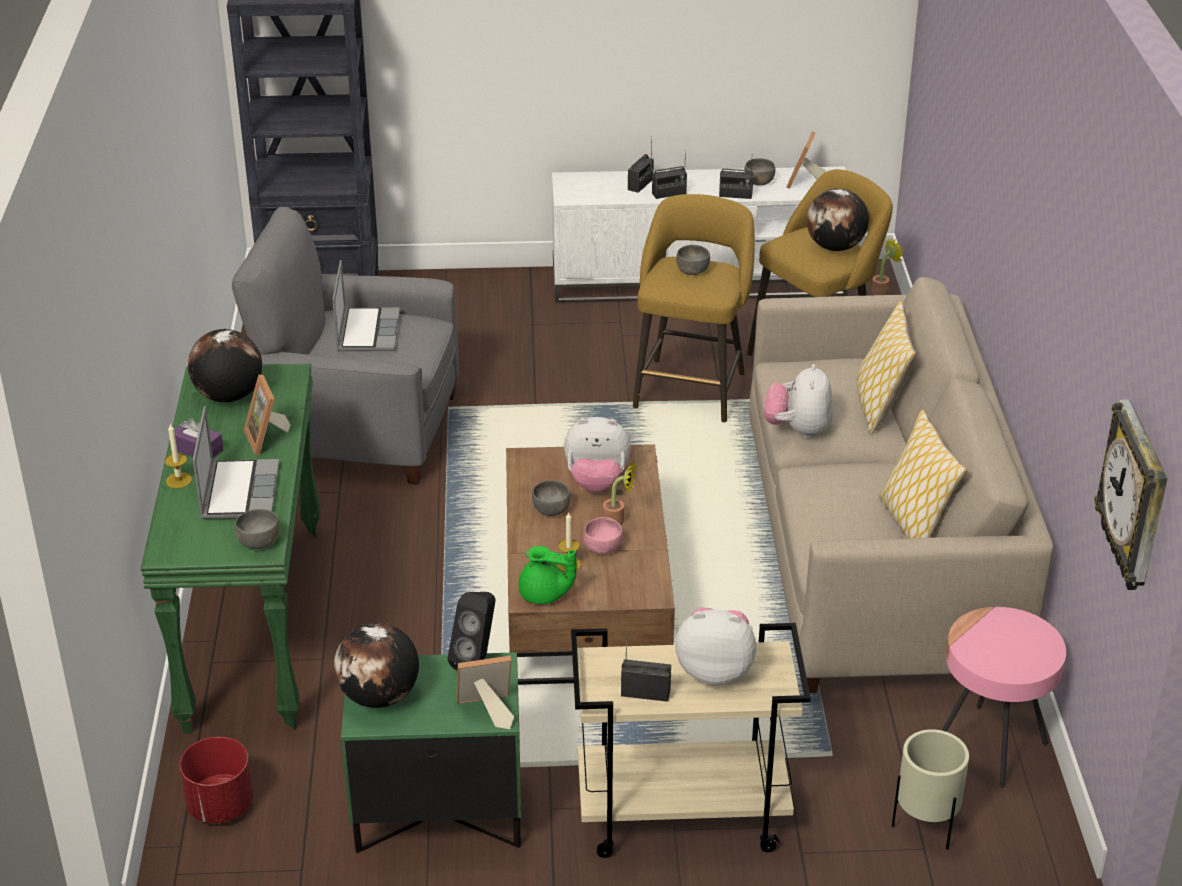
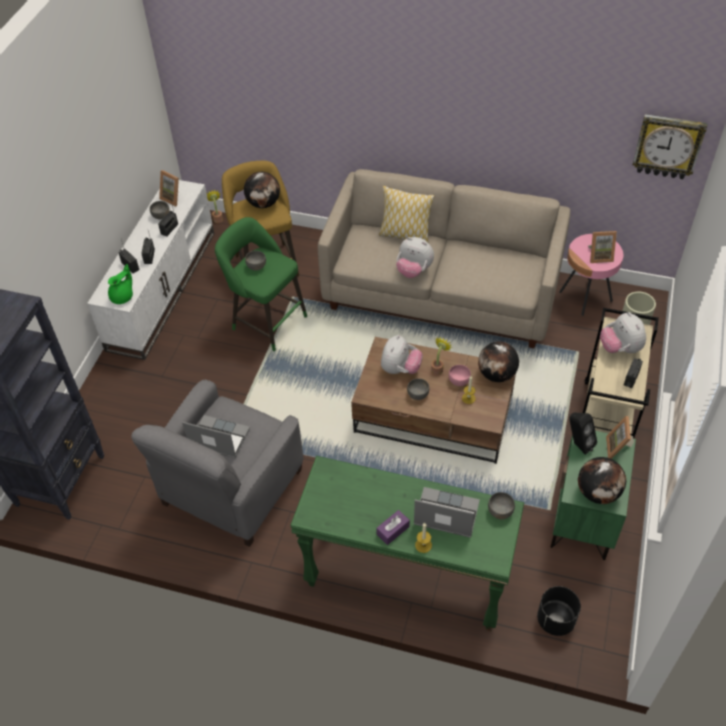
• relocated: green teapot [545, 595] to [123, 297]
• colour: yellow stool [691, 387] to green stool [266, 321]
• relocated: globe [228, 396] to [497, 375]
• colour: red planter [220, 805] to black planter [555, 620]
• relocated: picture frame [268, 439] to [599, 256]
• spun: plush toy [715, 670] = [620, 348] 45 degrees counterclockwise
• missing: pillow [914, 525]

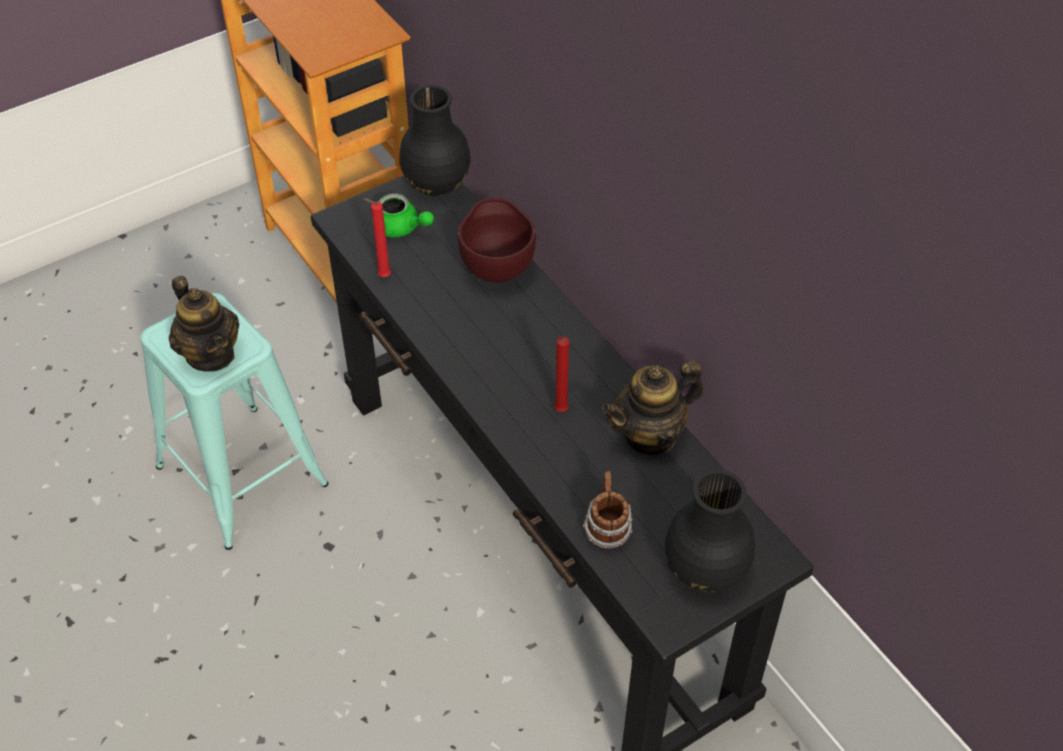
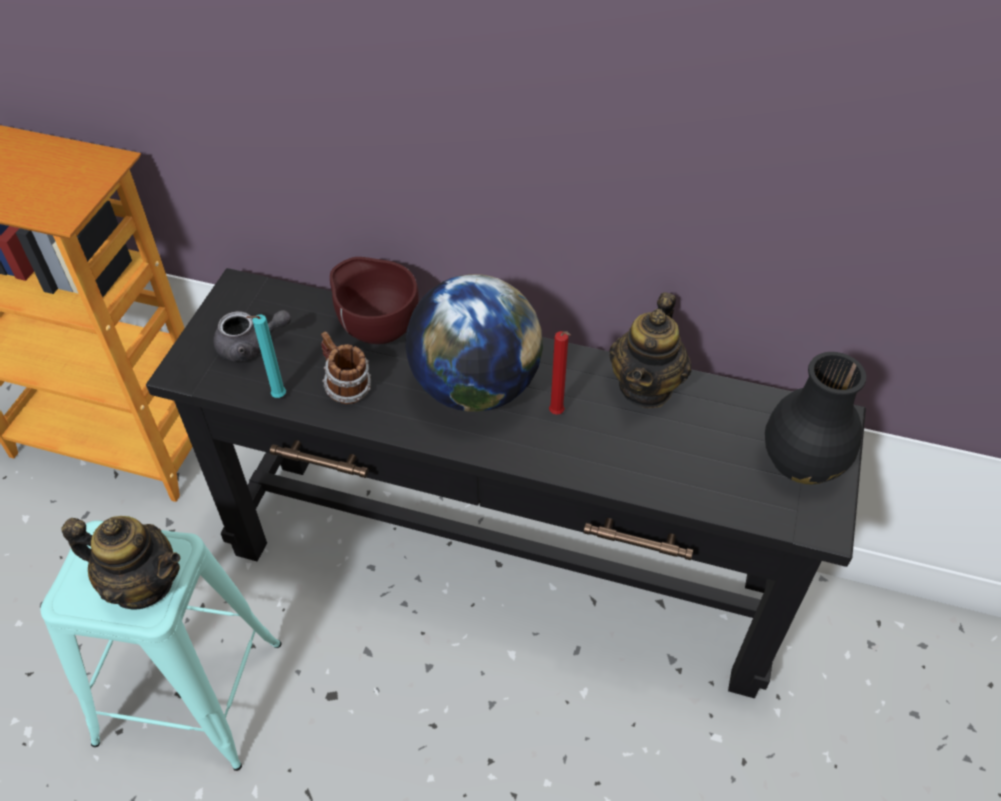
• colour: green teapot [401, 228] to grey teapot [251, 346]
• colour: red candle [382, 276] to turquoise candle [277, 397]
• relocated: mug [606, 529] to [346, 388]
• appeared: globe [475, 387]
• missing: black vase [436, 185]

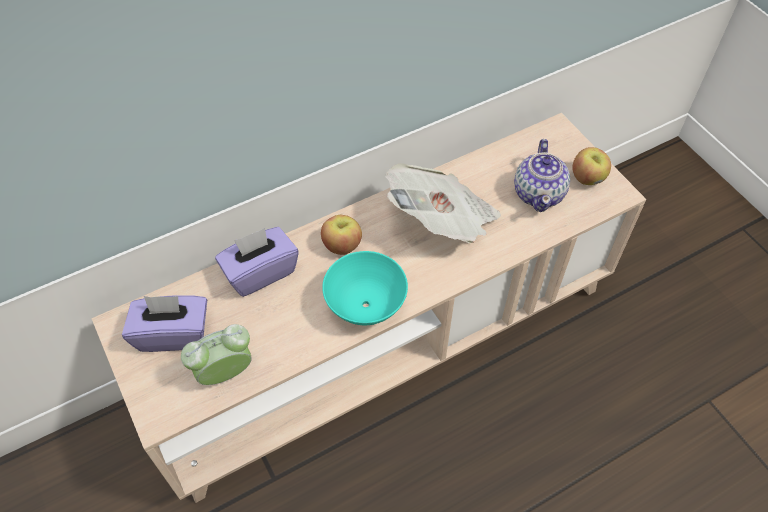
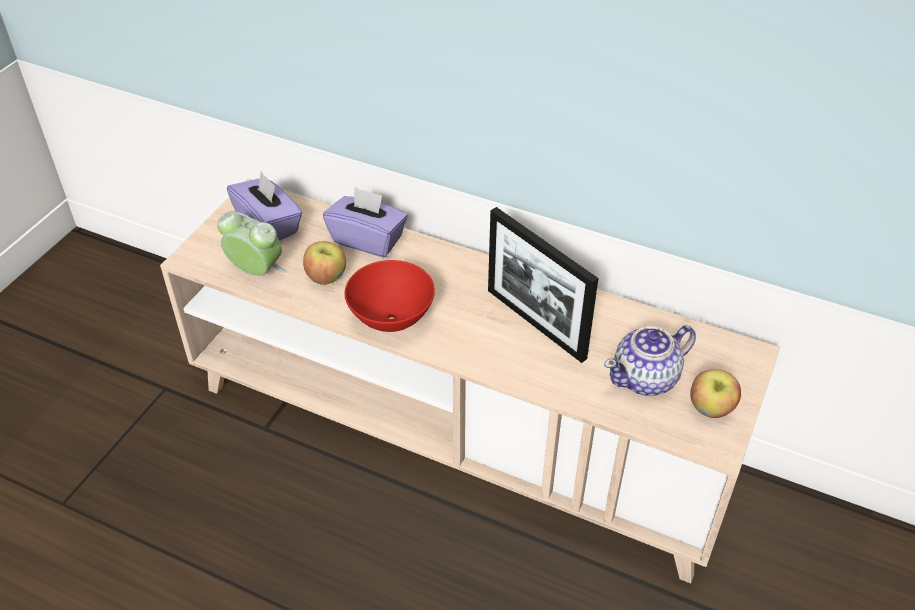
• relocated: apple [342, 245] to [326, 277]
• colour: turquoise bowl [365, 305] to red bowl [392, 319]
• exchanged: newspaper [442, 221] to picture frame [535, 323]

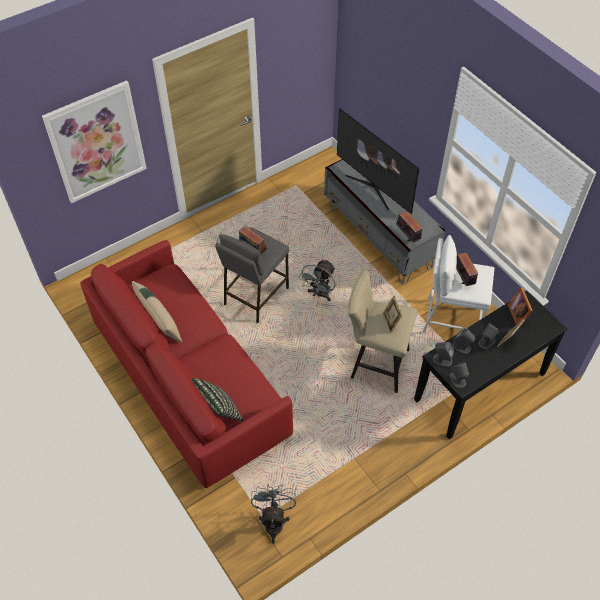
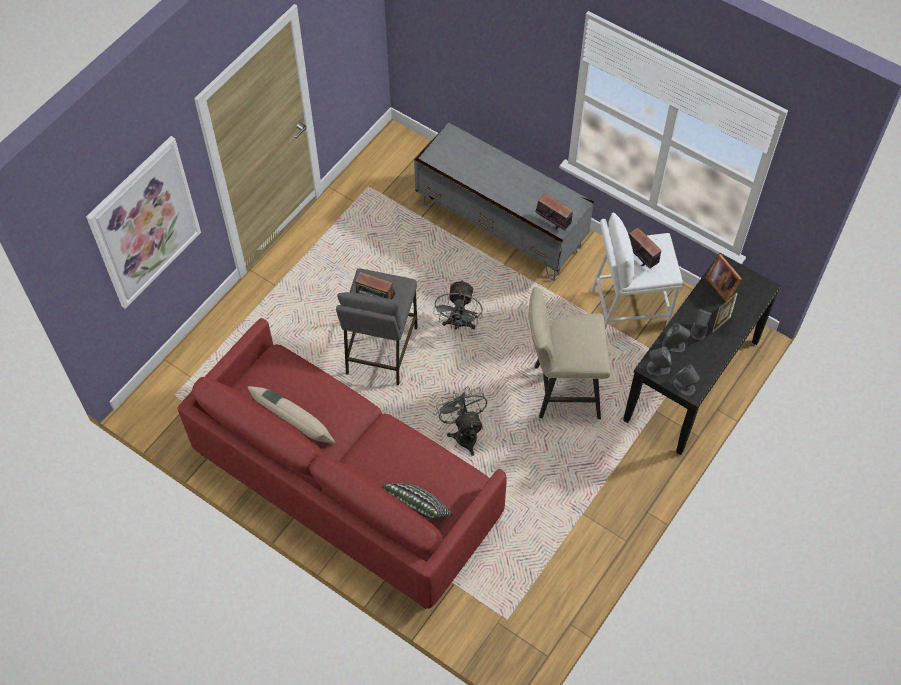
• relocated: grey fan [274, 521] to [464, 433]
• missing: television [373, 187]
• missing: picture frame [391, 322]

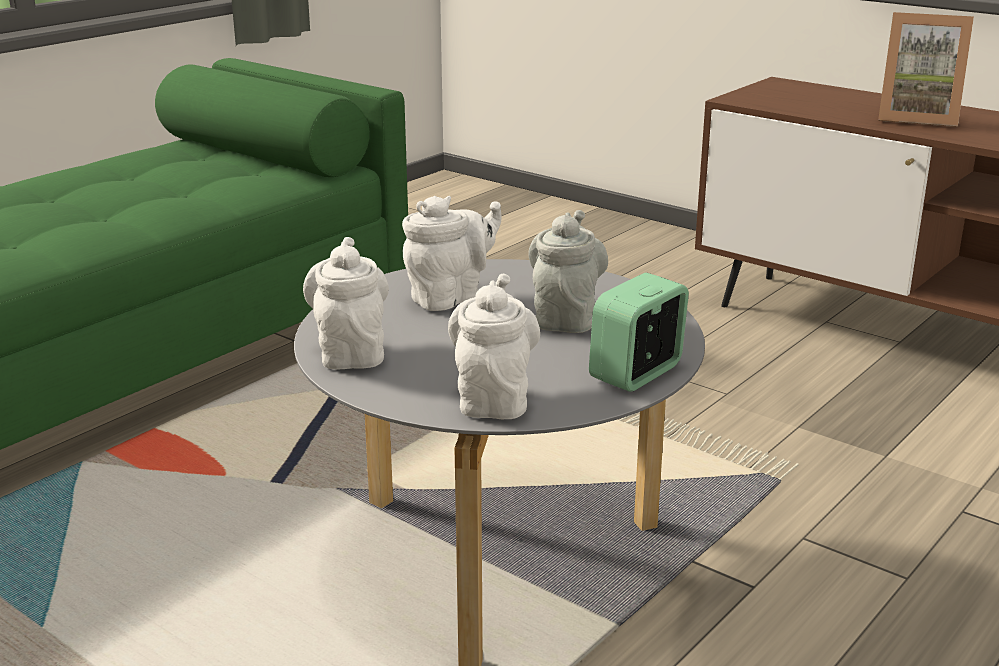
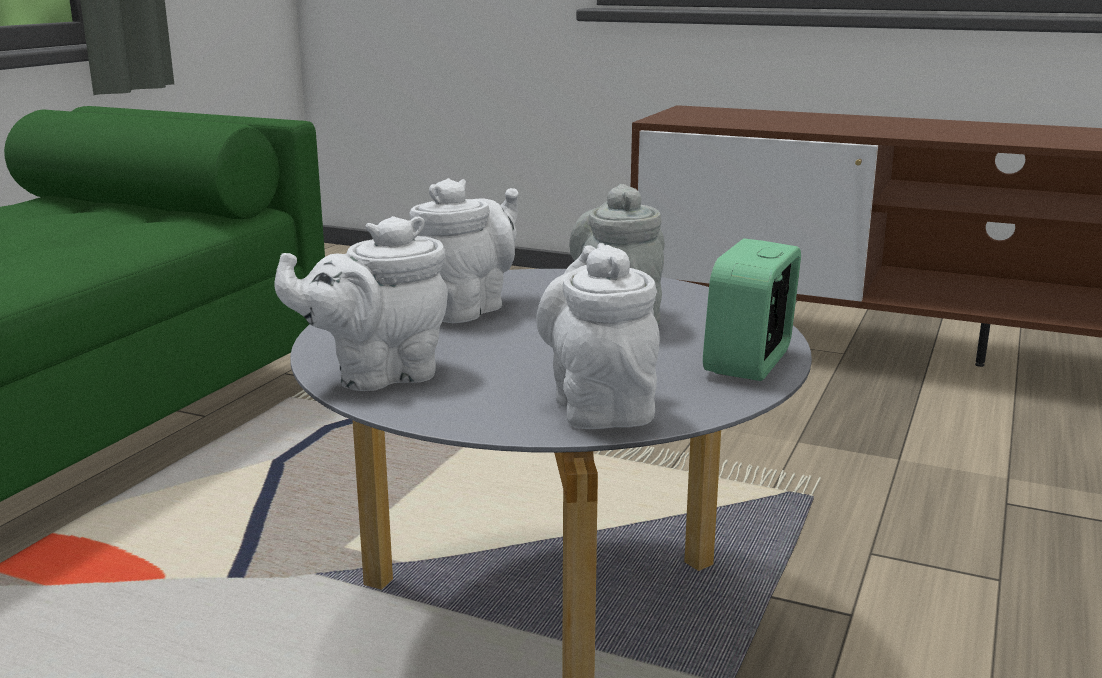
• spun: white teapot [350, 352] = [378, 375] 90 degrees counterclockwise
• missing: picture frame [917, 118]

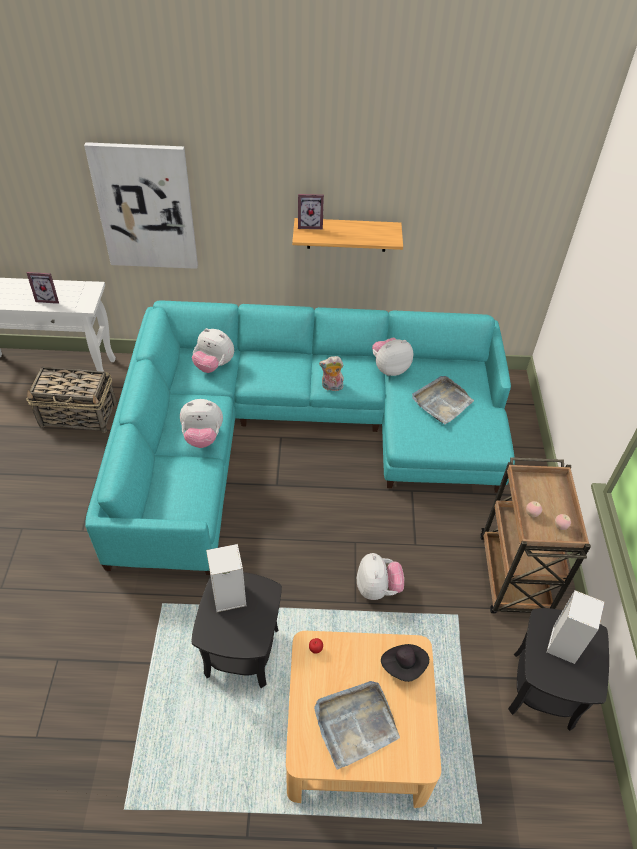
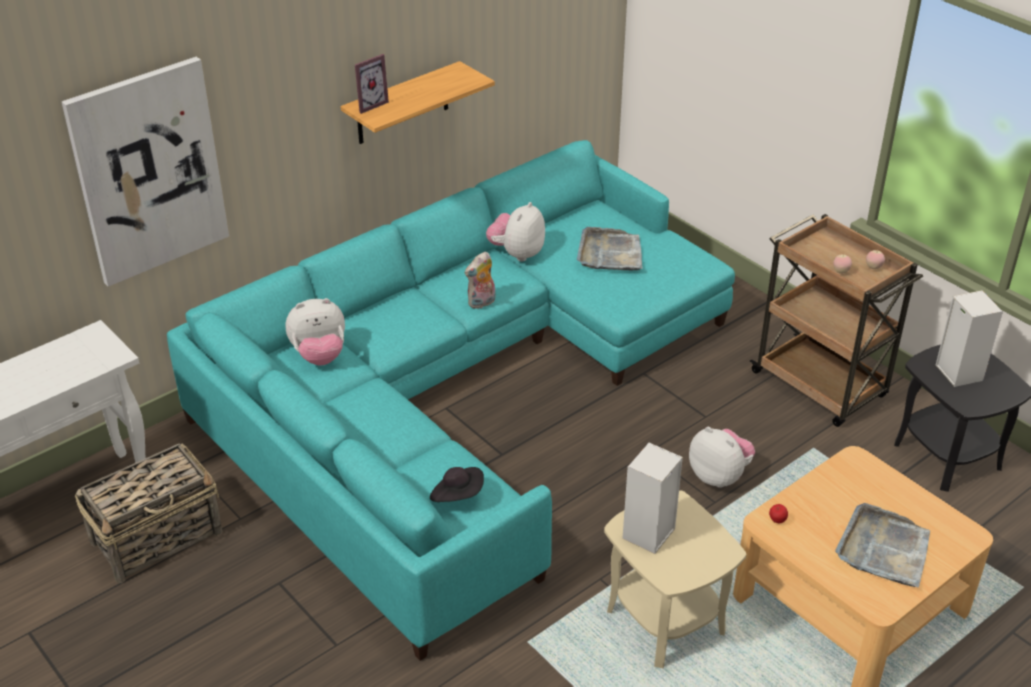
• relocated: black hat [404, 666] to [457, 496]
• colour: black side table [242, 652] to beige side table [666, 620]
• missing: picture frame [49, 298]
• missing: plush toy [203, 437]

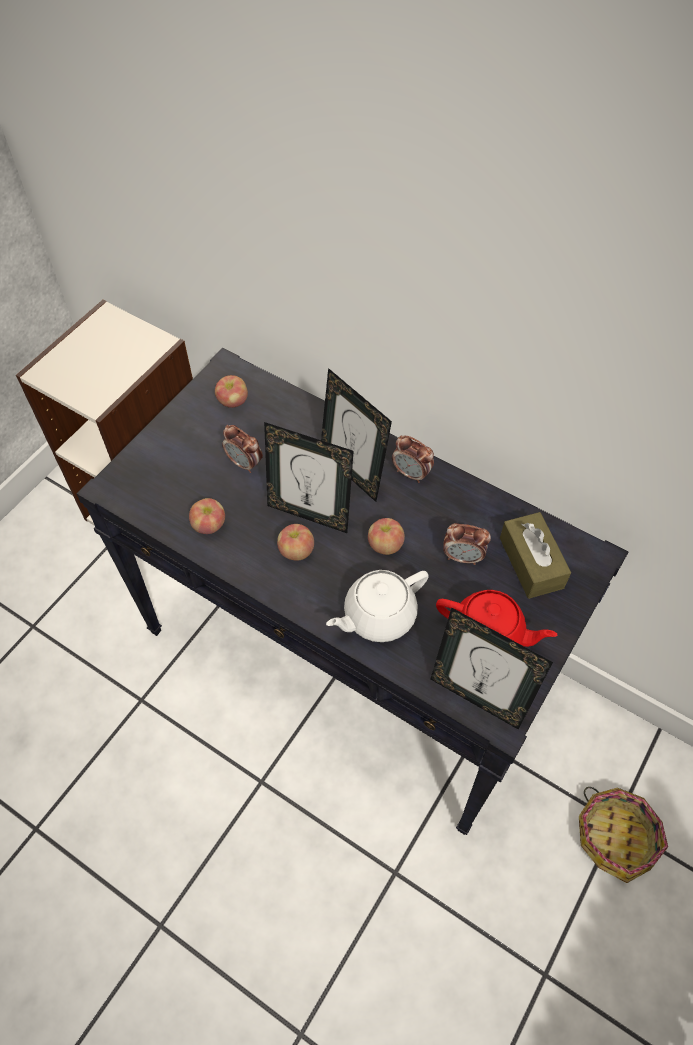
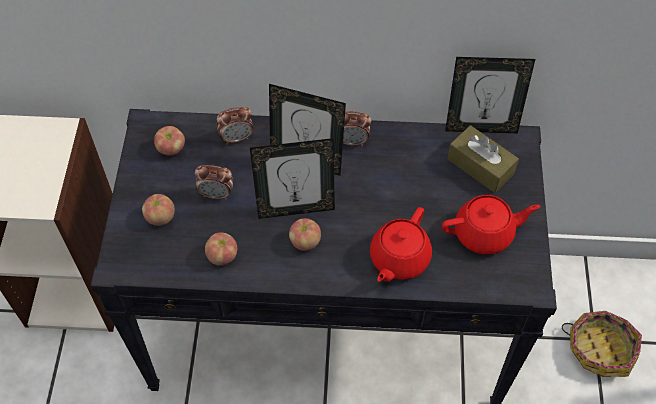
• relocated: apple [385, 545] to [160, 217]
• relocated: alarm clock [463, 557] to [236, 138]
• colour: white teapot [378, 615] to red teapot [398, 259]
• relocated: picture frame [477, 697] to [481, 127]

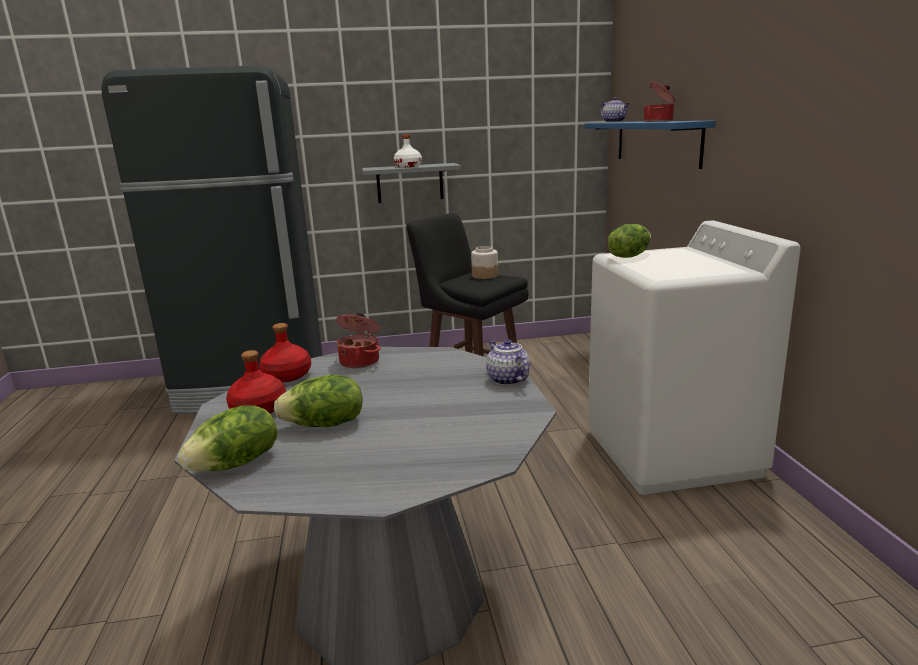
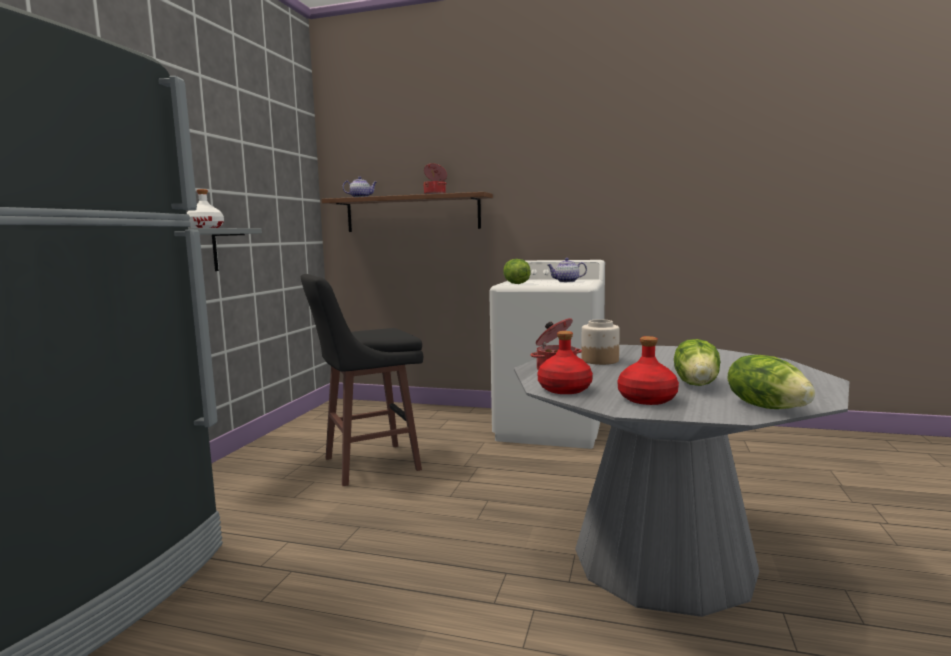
• colour: blue shelf [656, 142] to brown shelf [412, 213]
• relocated: teapot [507, 379] to [566, 281]
• relocated: jar [484, 276] to [599, 360]

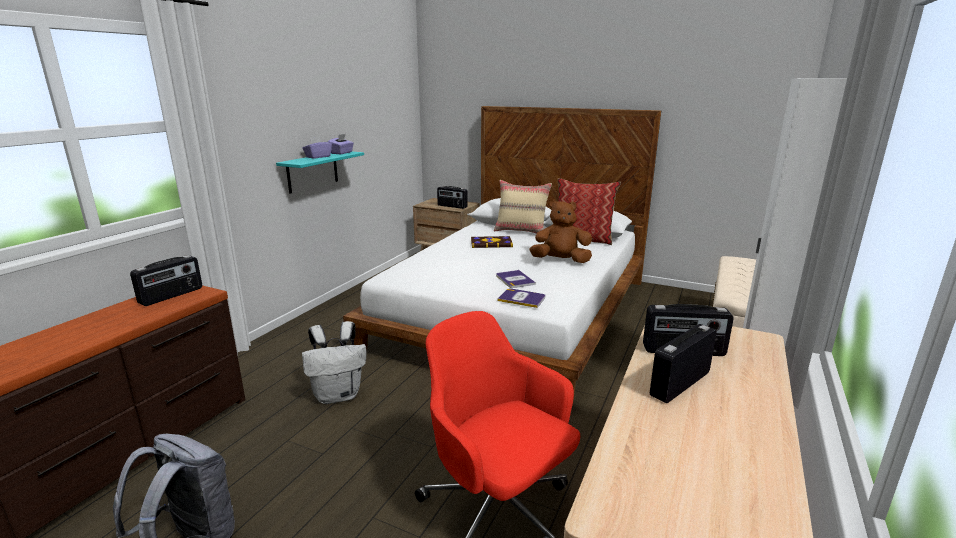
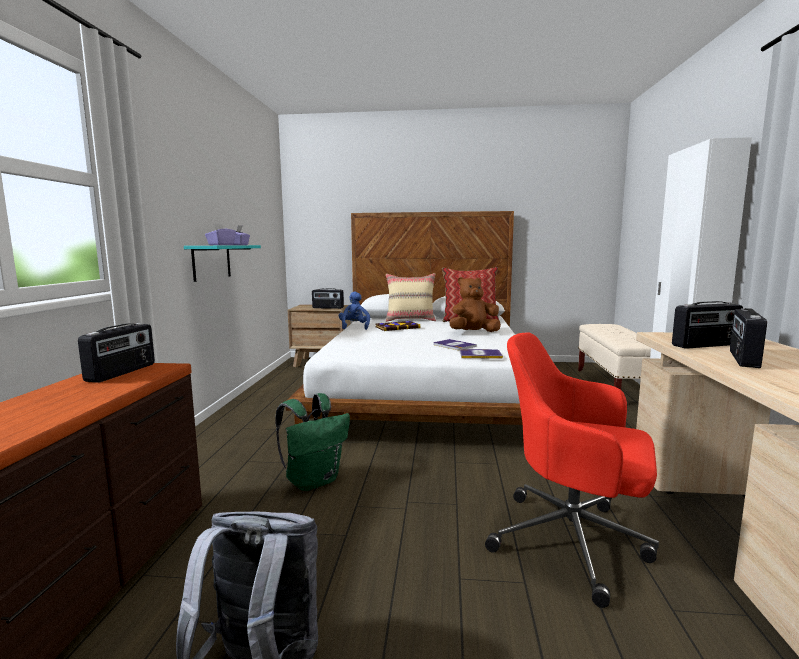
• colour: white backpack [339, 395] to green backpack [313, 481]
• appeared: blue plush toy [354, 327]

